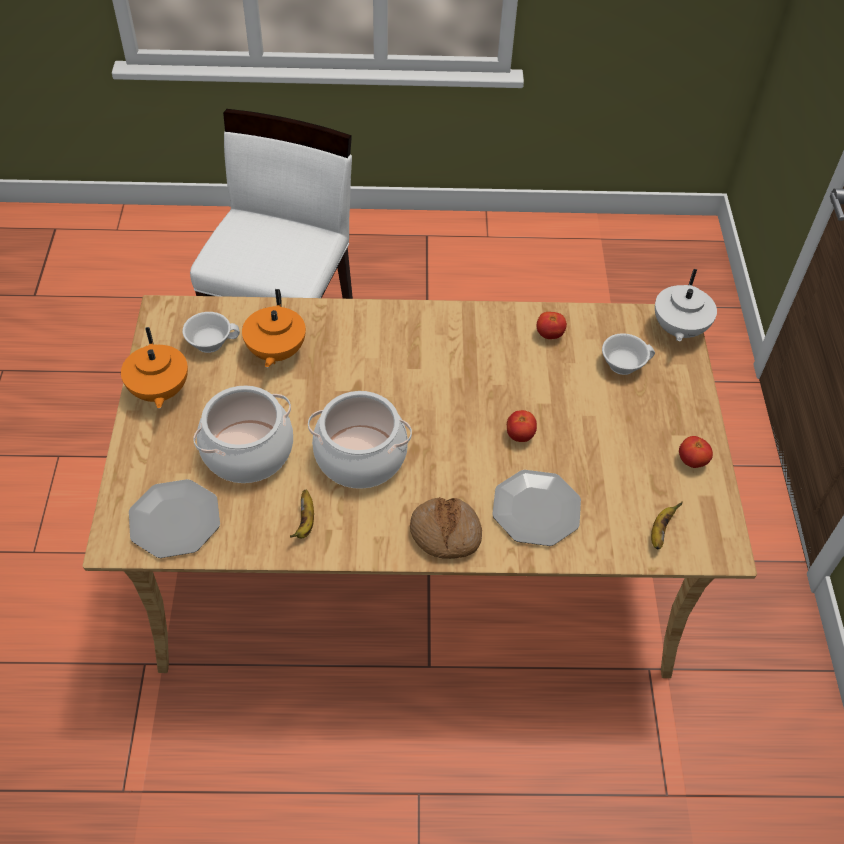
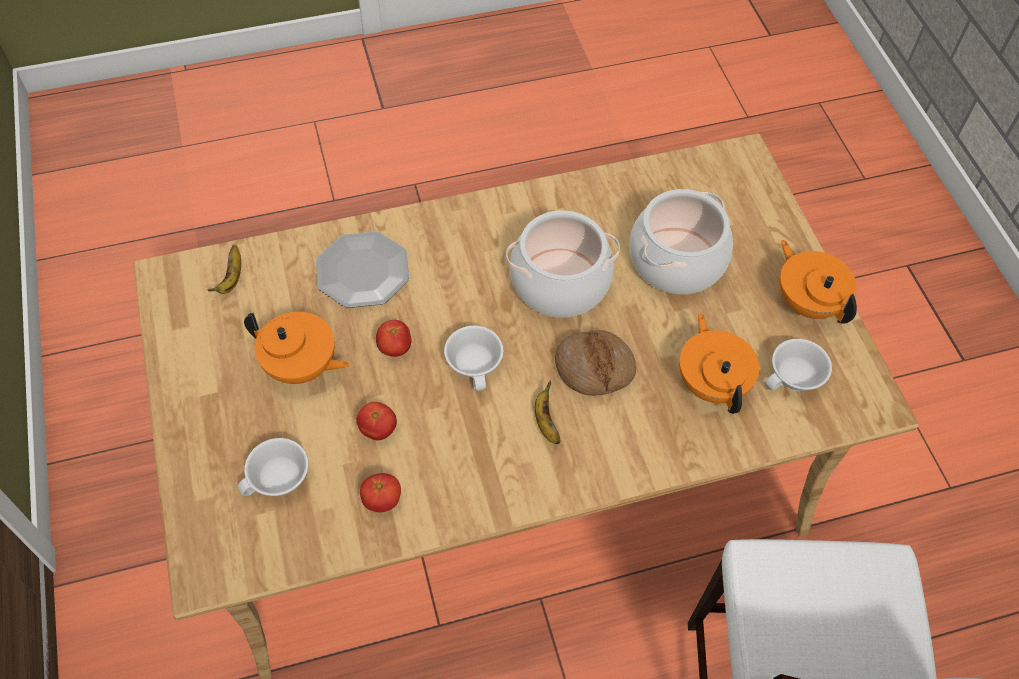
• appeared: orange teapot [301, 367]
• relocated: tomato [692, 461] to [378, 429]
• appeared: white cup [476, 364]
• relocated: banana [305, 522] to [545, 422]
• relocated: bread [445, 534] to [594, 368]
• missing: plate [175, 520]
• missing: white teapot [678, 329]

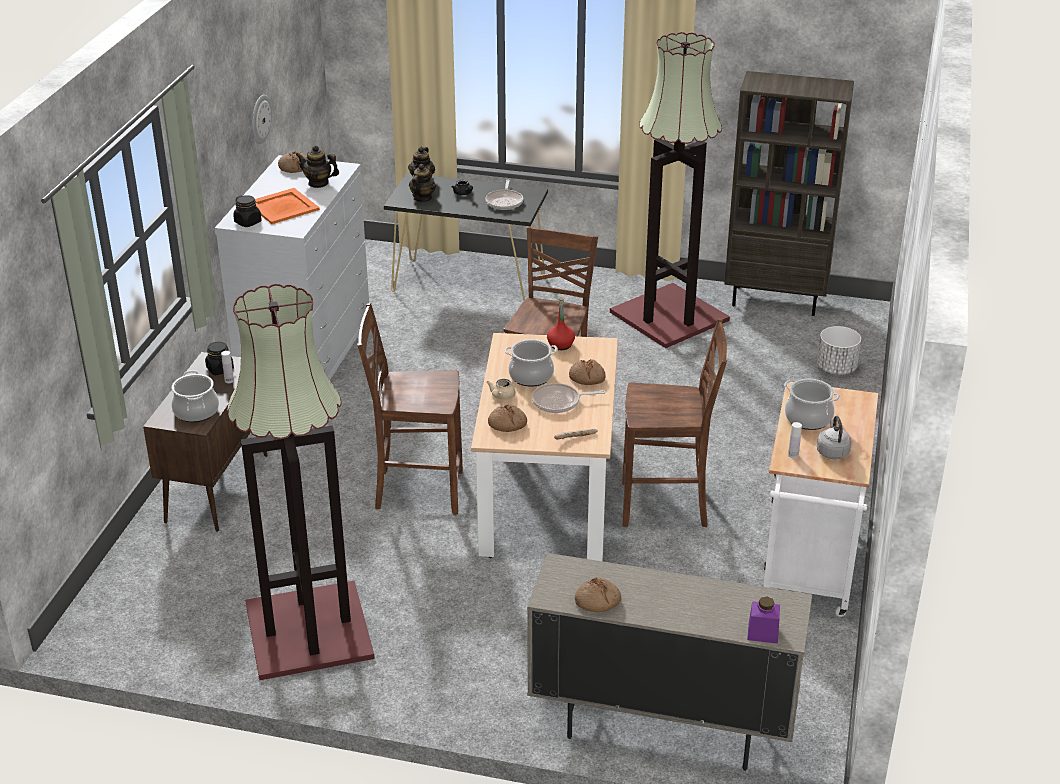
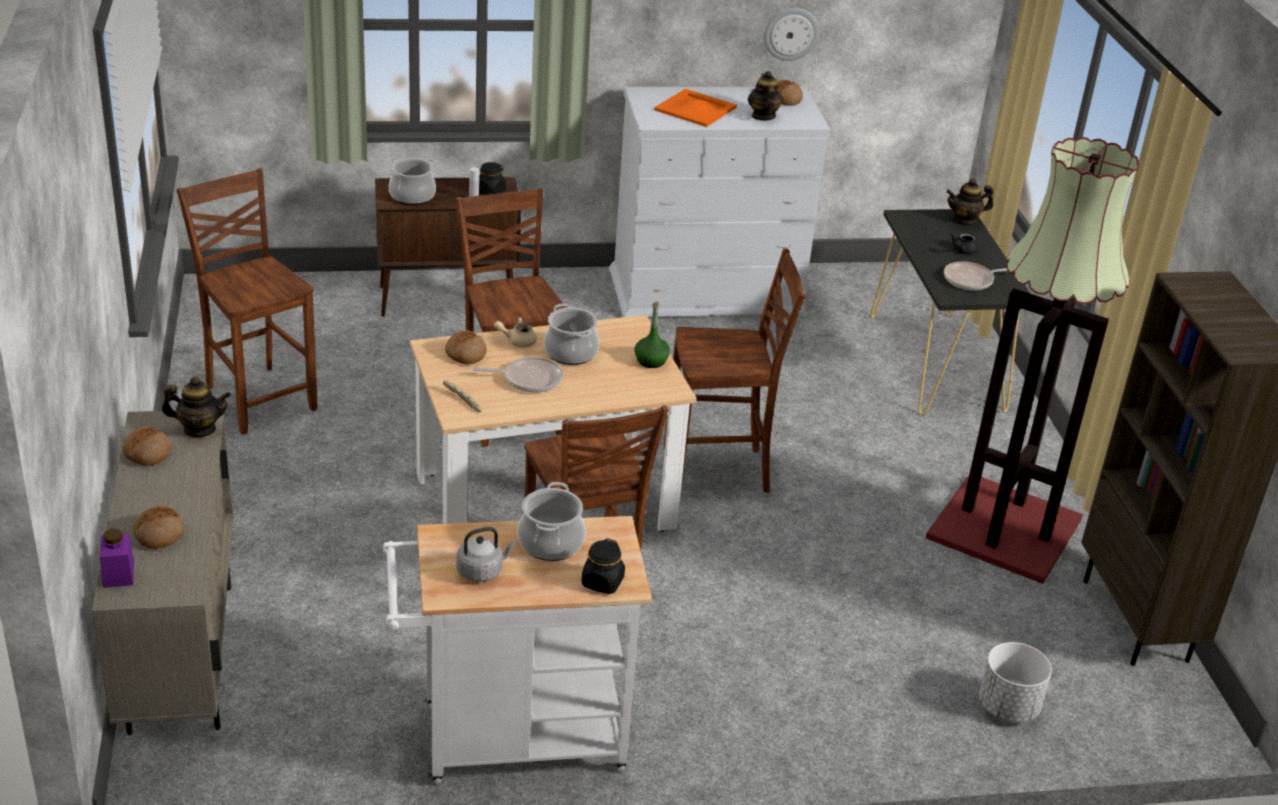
• relocated: bread [587, 378] to [159, 534]
• relocated: teapot [422, 198] to [199, 429]
• exchanged: floor lamp [306, 630] to brown chair [258, 397]
• spun: frying pan [559, 402] = [529, 379] 120 degrees clockwise
• relocated: black jar [248, 222] to [602, 582]
• colour: red bottle [560, 345] to green bottle [651, 361]
• missing: white bottle [793, 455]

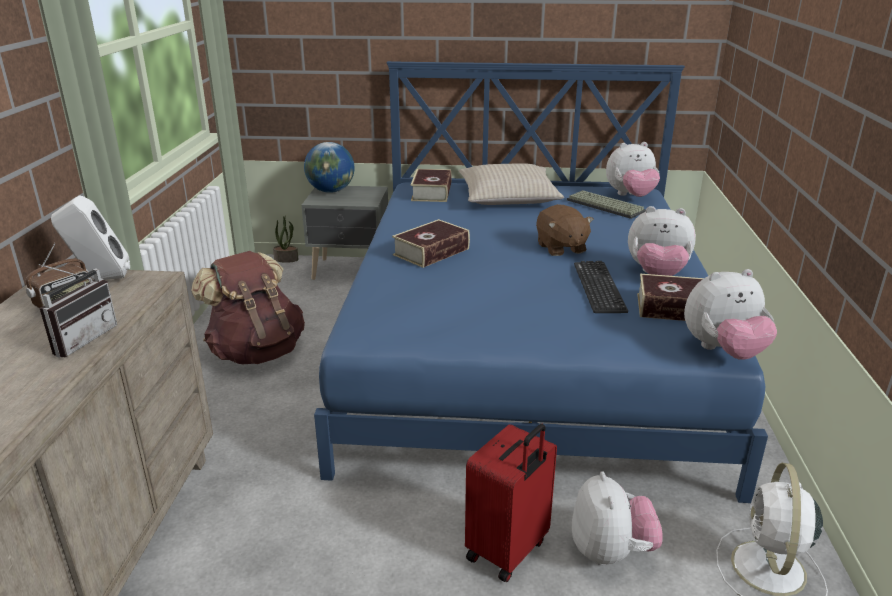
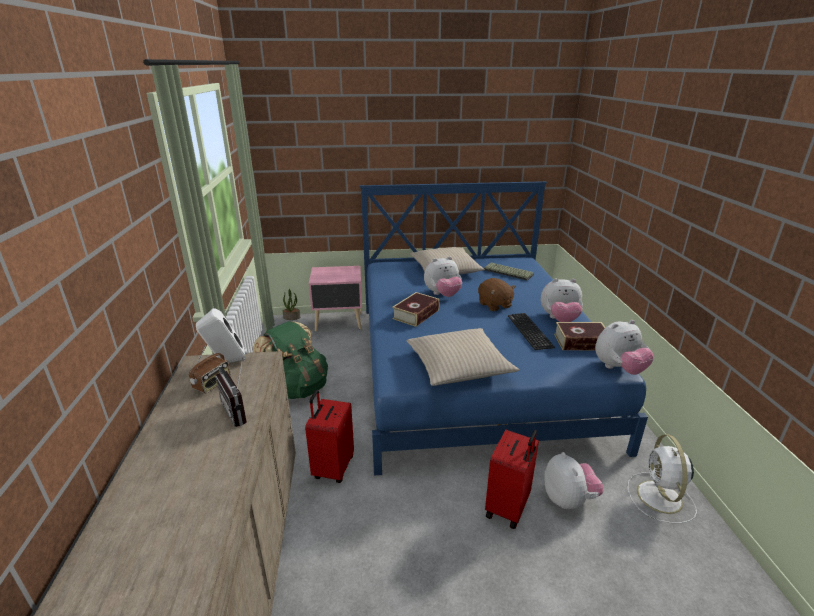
• spun: radio [80, 339] = [240, 411] 135 degrees clockwise
• colour: brown backpack [257, 352] to green backpack [297, 388]
• appeared: red suitcase [332, 468]
• colour: grey nightstand [351, 271] to pink nightstand [339, 322]
• appeared: beige pillow [458, 366]
• relocated: plush toy [630, 196] to [443, 295]
• missing: globe [331, 191]
• missing: book [431, 192]

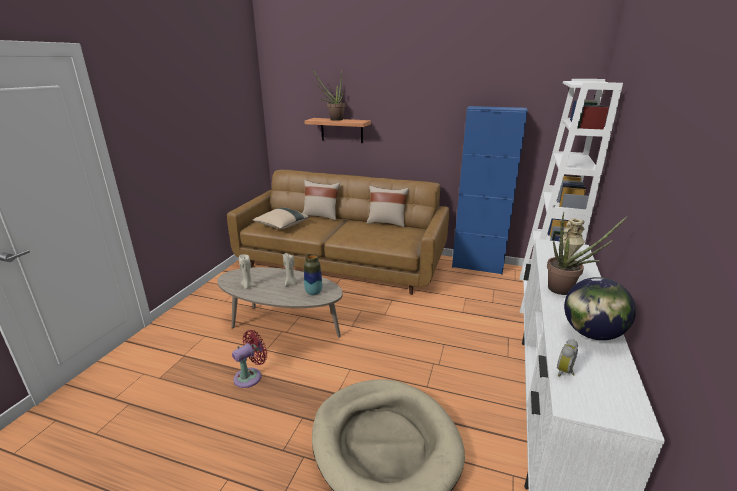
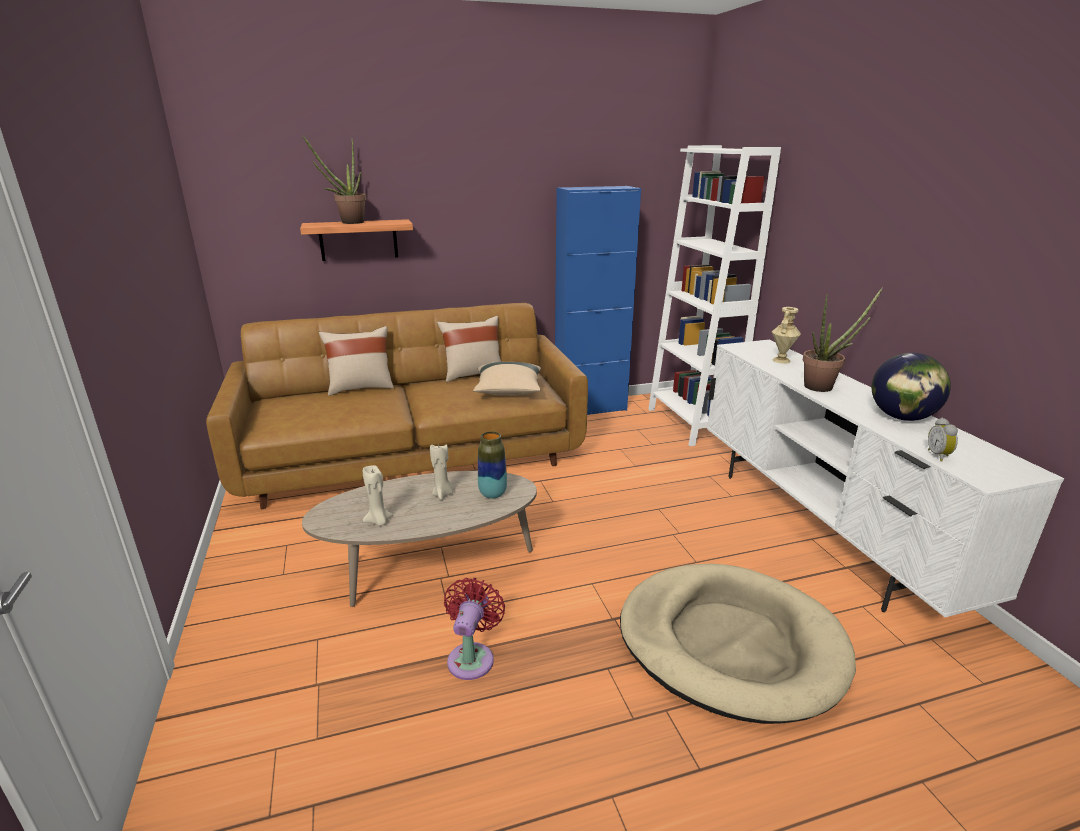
• relocated: beige pillow [281, 226] to [508, 391]

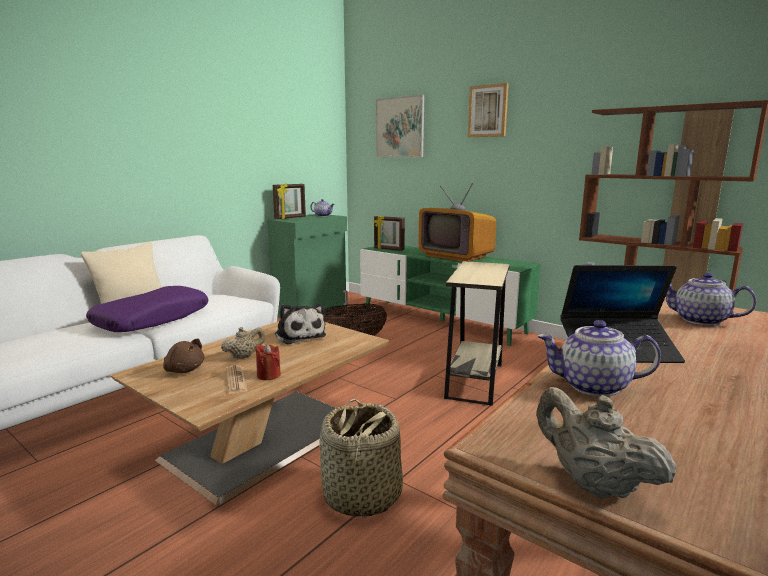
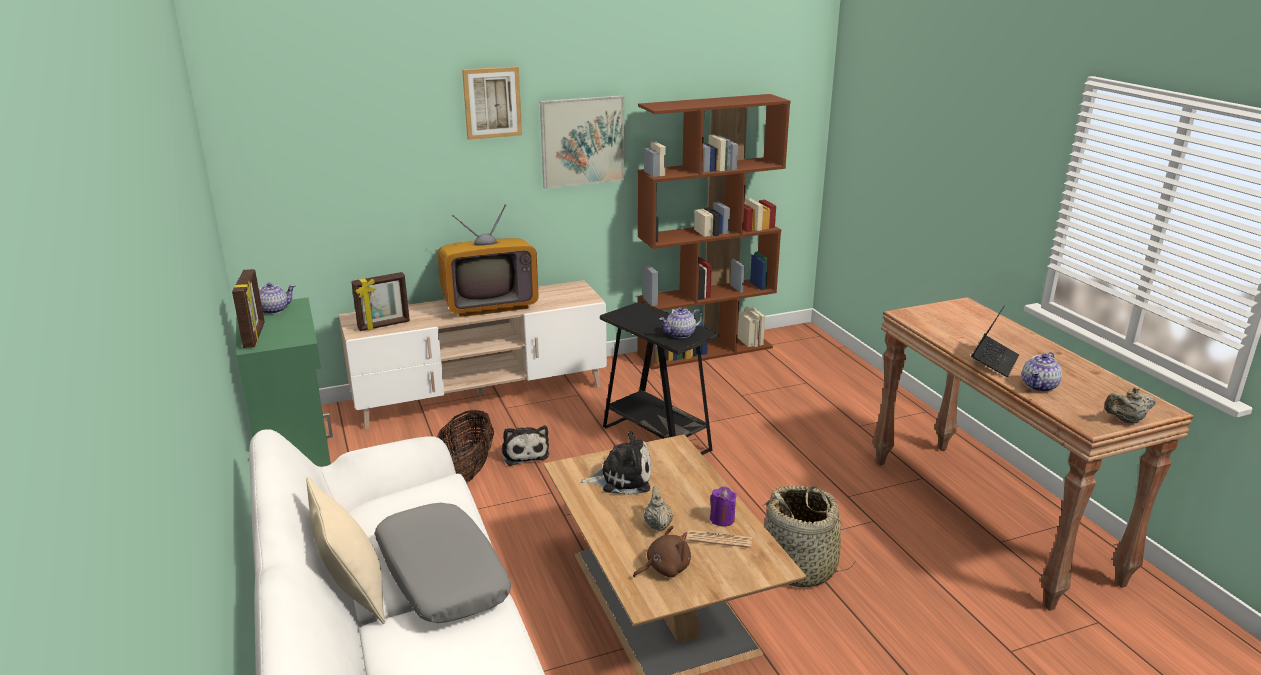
• colour: green tv stand [441, 321] to beige tv stand [481, 394]
• colour: purple pillow [152, 319] to grey pillow [441, 575]
• appeared: plush toy [524, 453]
• relocated: picture [400, 127] to [582, 141]
• colour: beige side table [474, 380] to black side table [656, 438]
• relocated: teapot [700, 320] to [680, 334]
• colour: red candle [268, 375] to purple candle [722, 519]

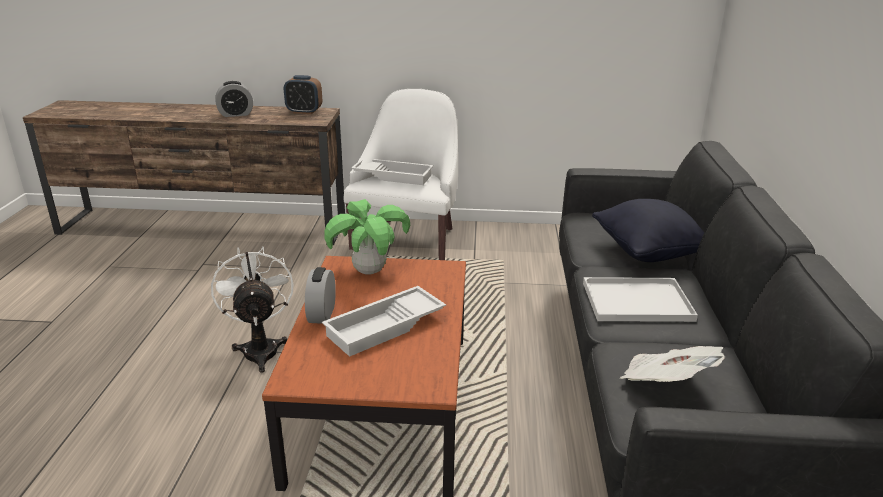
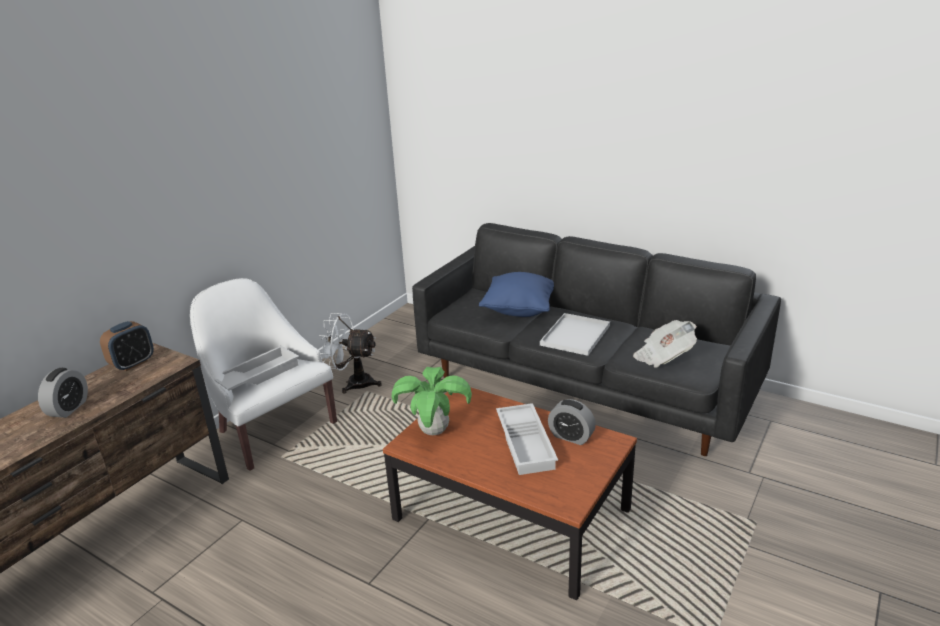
• relocated: white fan [260, 348] to [353, 383]
• colour: black pillow [649, 252] to blue pillow [519, 310]
• relocated: alarm clock [322, 314] to [571, 436]

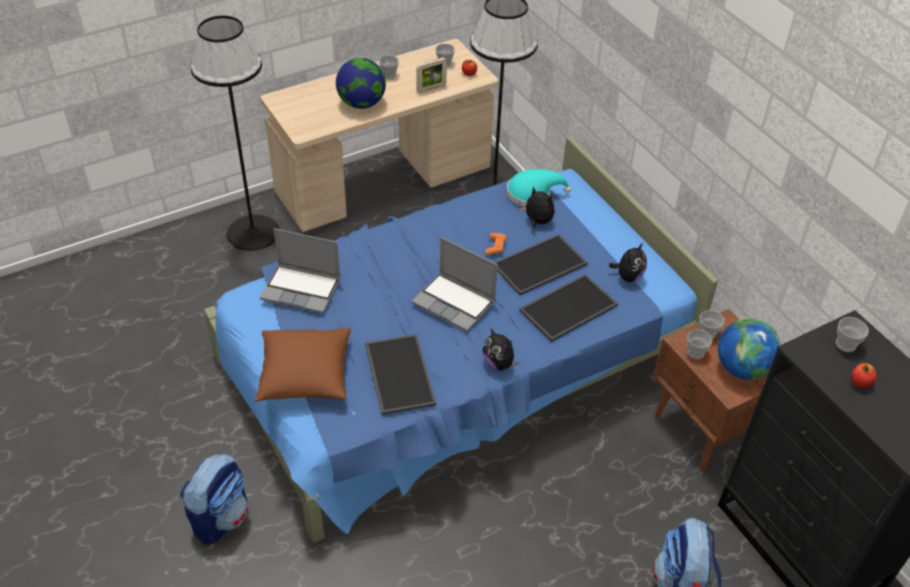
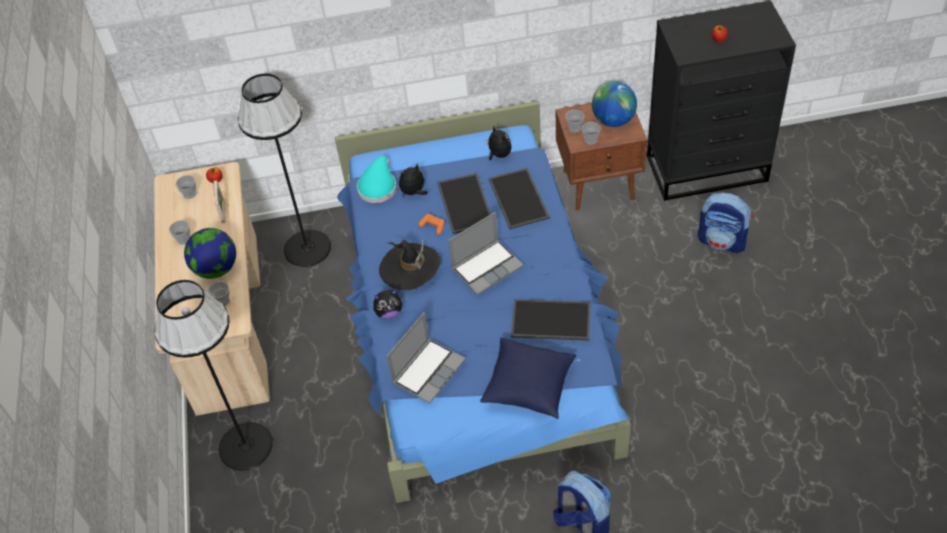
• relocated: cup [845, 344] to [222, 300]
• relocated: plush toy [499, 363] to [389, 312]
• appeared: black hat [410, 268]
• colour: brown pillow [304, 376] to blue pillow [528, 387]

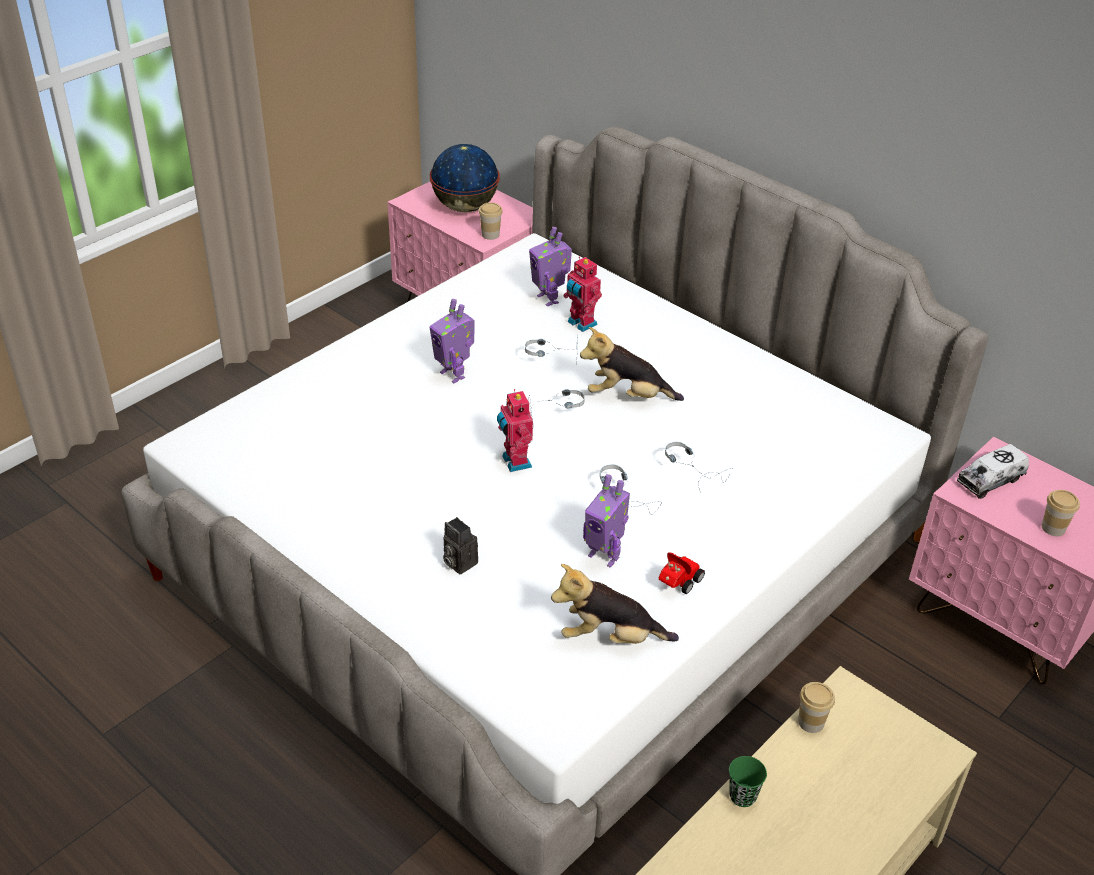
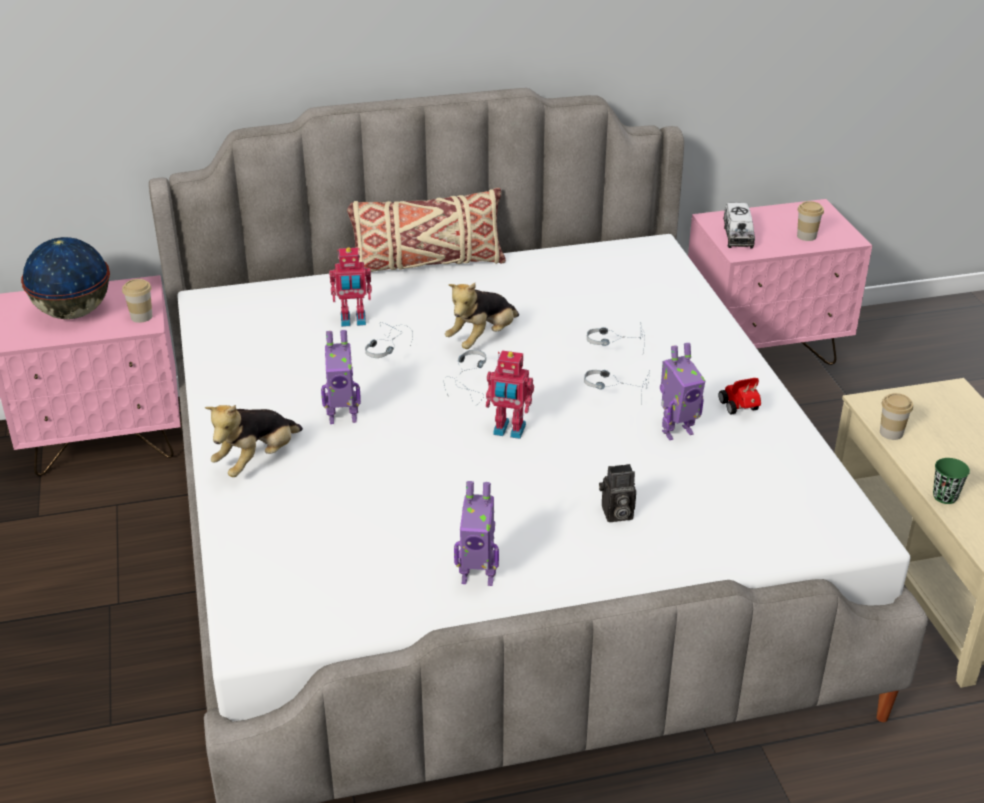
• relocated: plush toy [610, 637] to [257, 460]
• appeared: beige pillow [427, 264]
• relocated: toy robot [549, 299] to [478, 576]

